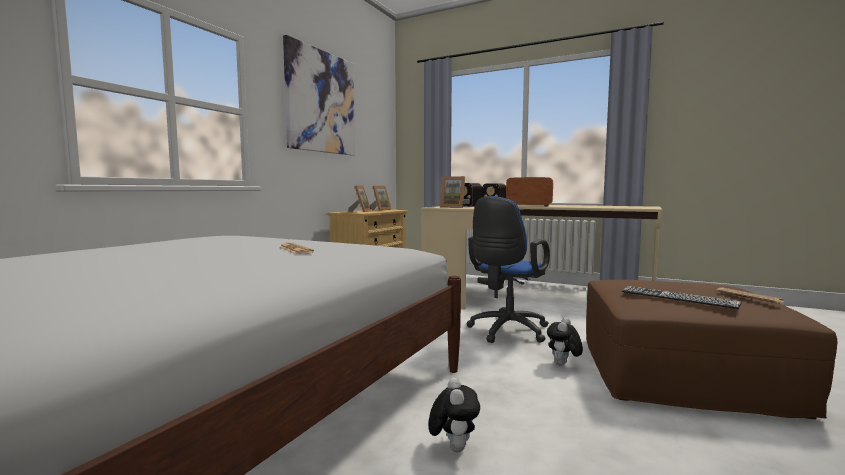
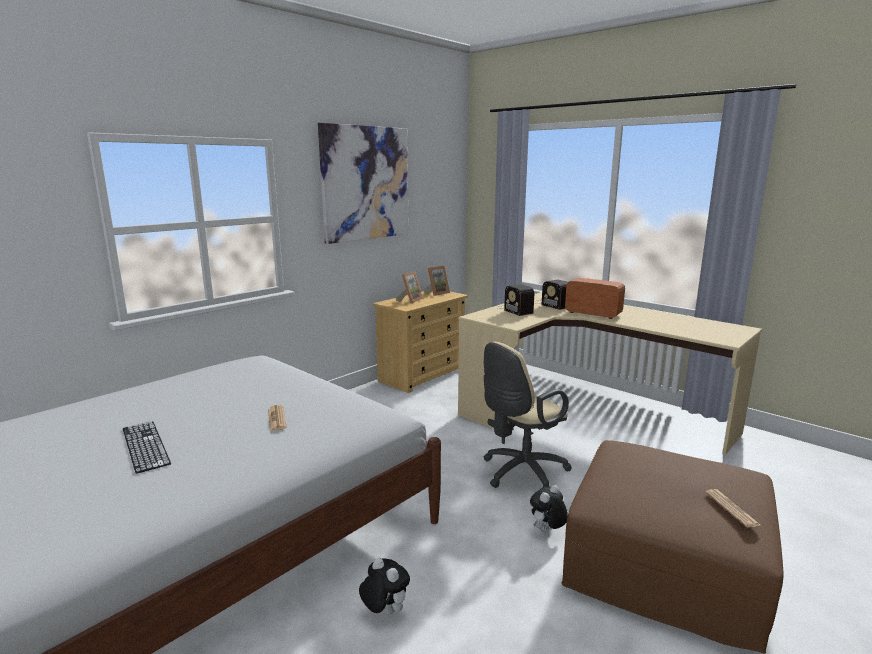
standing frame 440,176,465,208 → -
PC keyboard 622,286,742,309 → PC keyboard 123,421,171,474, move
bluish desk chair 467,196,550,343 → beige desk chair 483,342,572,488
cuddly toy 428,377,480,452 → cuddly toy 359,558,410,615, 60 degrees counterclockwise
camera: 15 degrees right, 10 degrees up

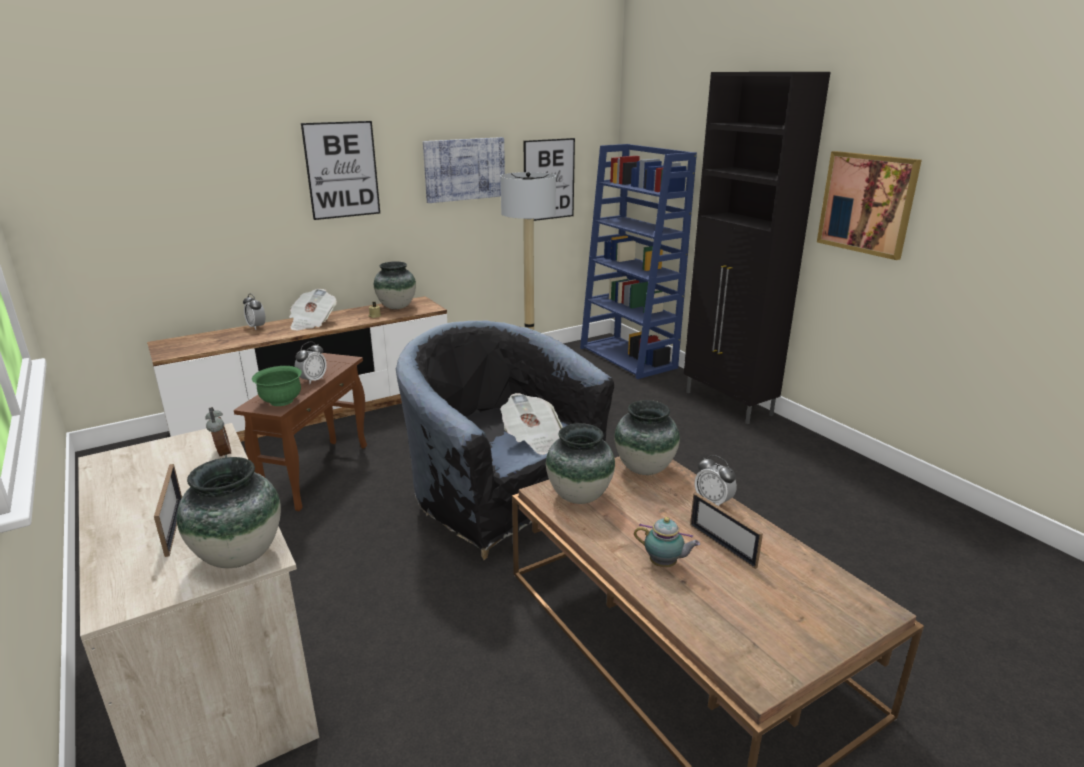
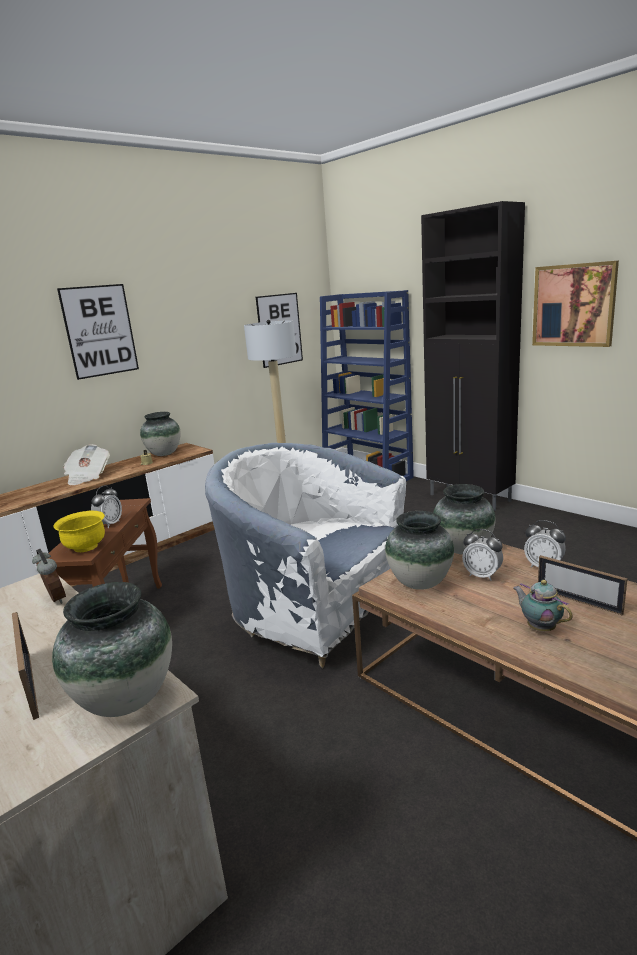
picture 423,137,505,203 → -
newspaper 500,393,563,455 → -
bedside clock 243,294,265,330 → bedside clock 462,529,503,581, move
greenish serving bowl 252,366,302,406 → yellowish serving bowl 53,511,105,552
blackish lounge chair 396,320,614,560 → white-coloured lounge chair 205,443,406,669
teapot 634,517,700,567 → teapot 513,580,573,631, 135 degrees counterclockwise
camera: 10 degrees left, 5 degrees down

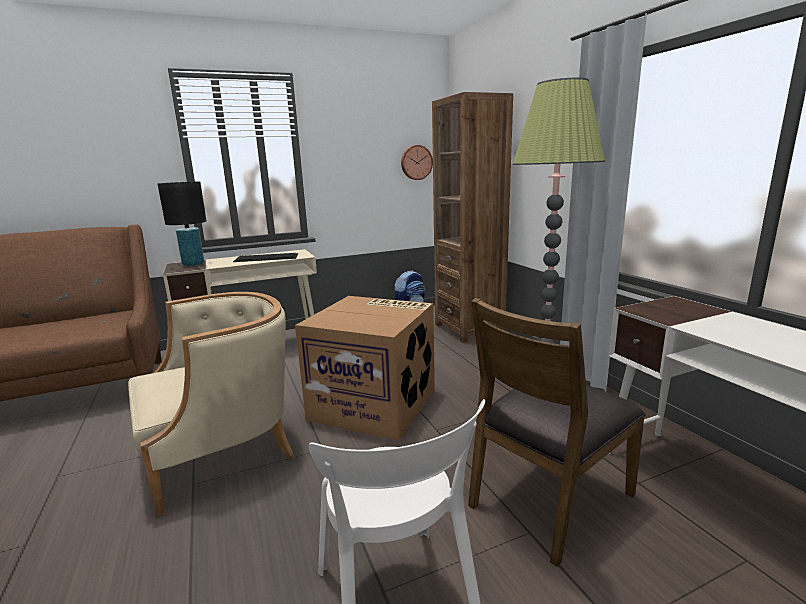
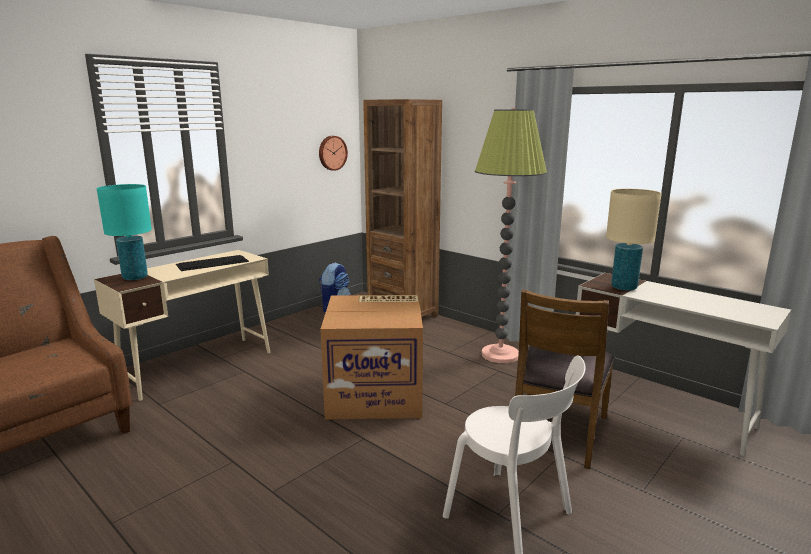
beige lounge chair 128,292,295,517 → -
- → beige tabletop lamp 606,189,662,291
blackish tabletop lamp 158,182,206,266 → turquoise-coloured tabletop lamp 97,184,152,280
camera: 25 degrees left, 0 degrees up

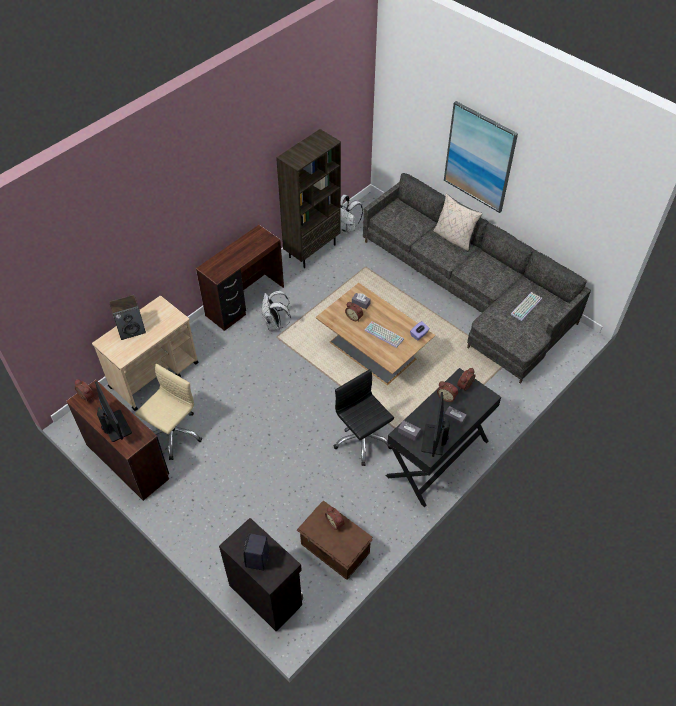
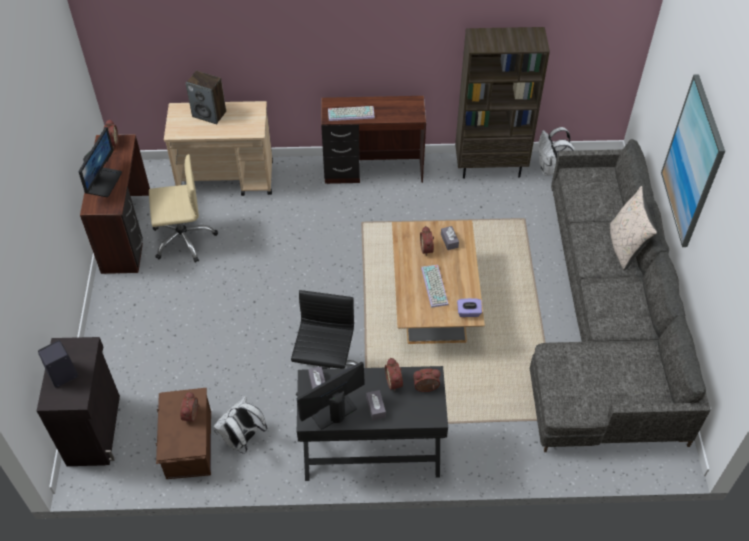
white-coloured backpack 261,291,291,330 → white-coloured backpack 213,396,268,454, move
PC keyboard 510,292,542,321 → PC keyboard 328,106,375,121, move
camera: 45 degrees right, 0 degrees up

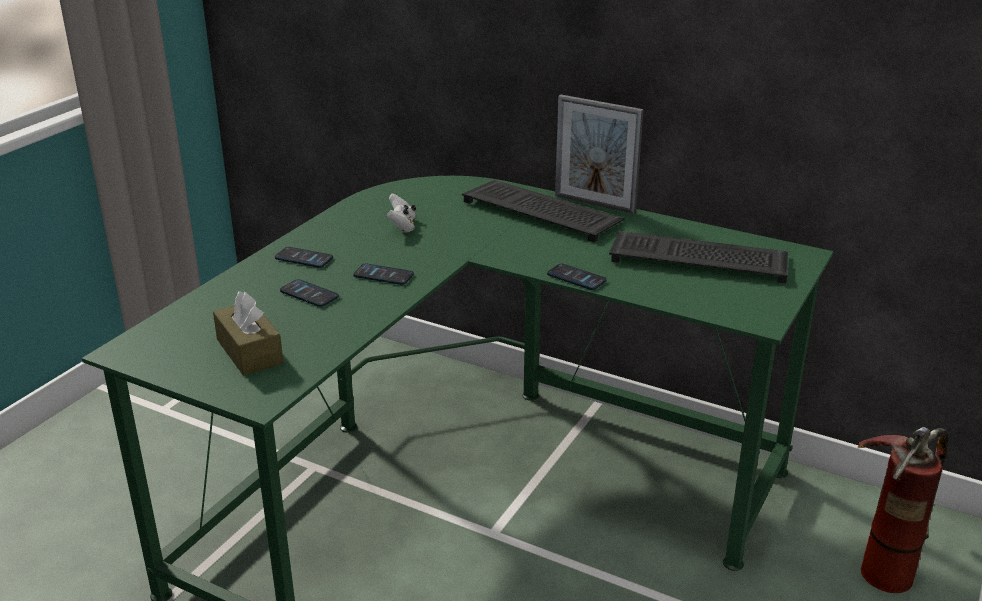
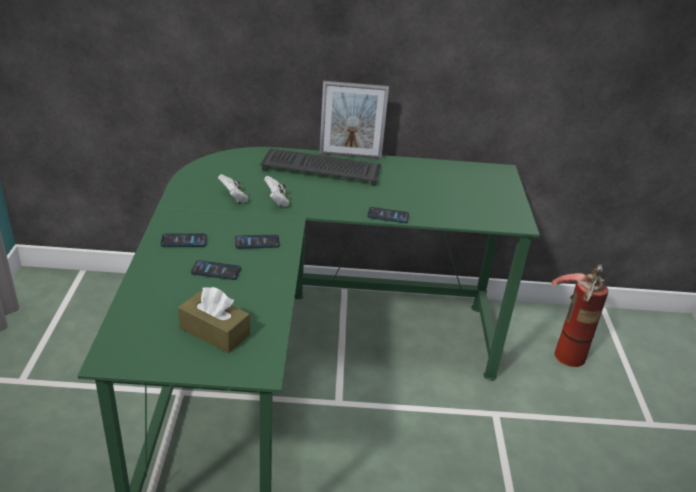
PC keyboard 609,231,788,284 → -
- → white-coloured game controller 264,176,289,207
camera: 30 degrees left, 5 degrees up

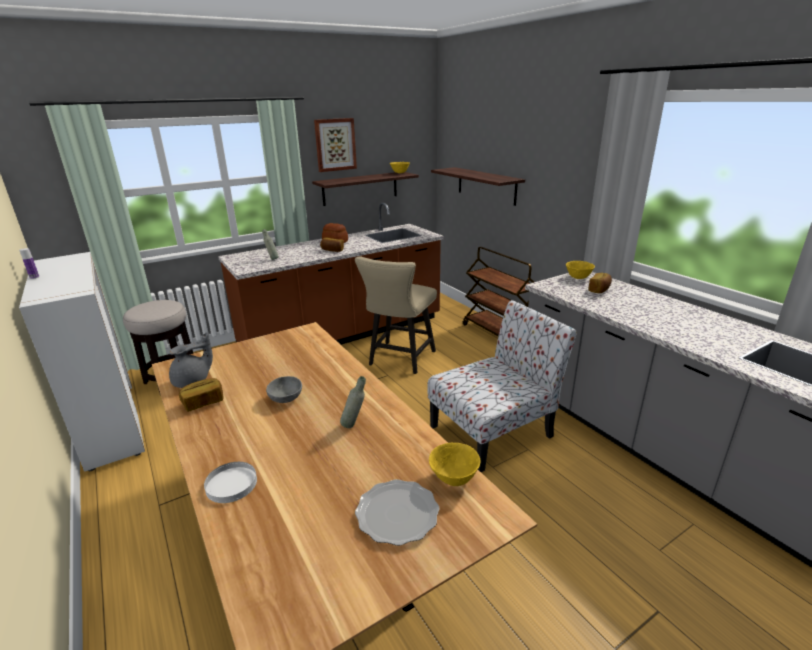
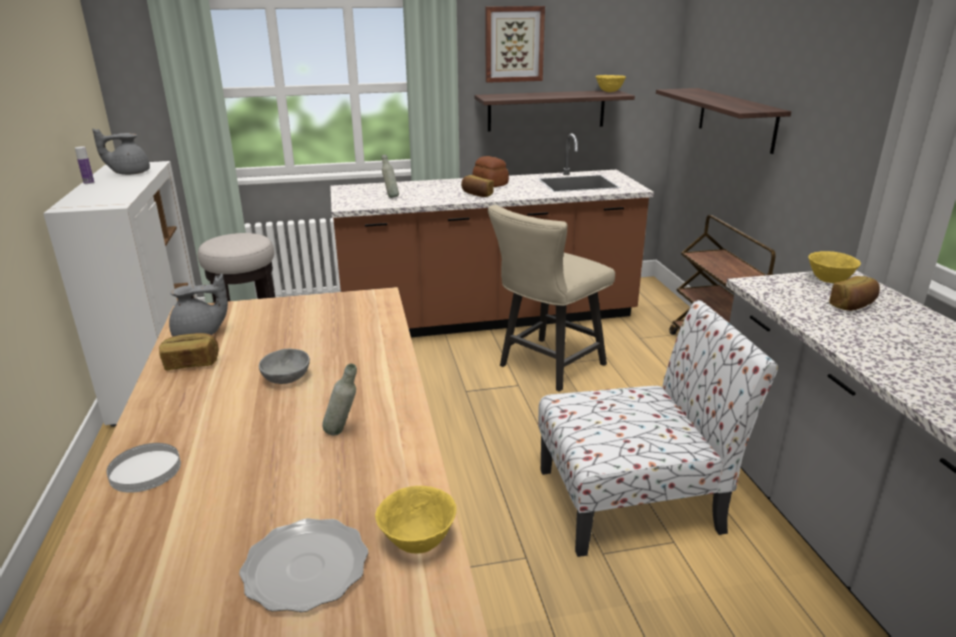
- → greyish teapot 92,128,150,175
camera: 20 degrees right, 0 degrees up

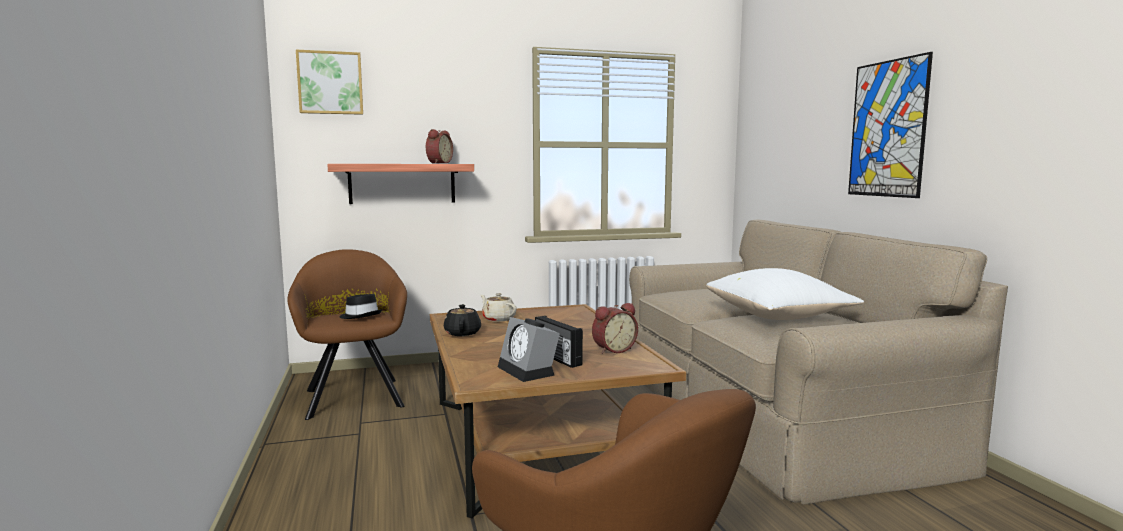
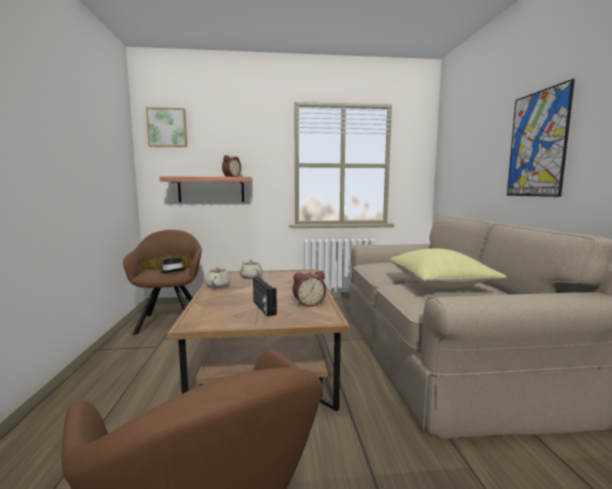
bedside clock 498,317,560,382 → -
blackish teapot 444,304,481,336 → beige teapot 205,266,231,288
white-coloured pillow 706,268,864,320 → yellowish pillow 390,249,507,288
camera: 10 degrees right, 0 degrees up

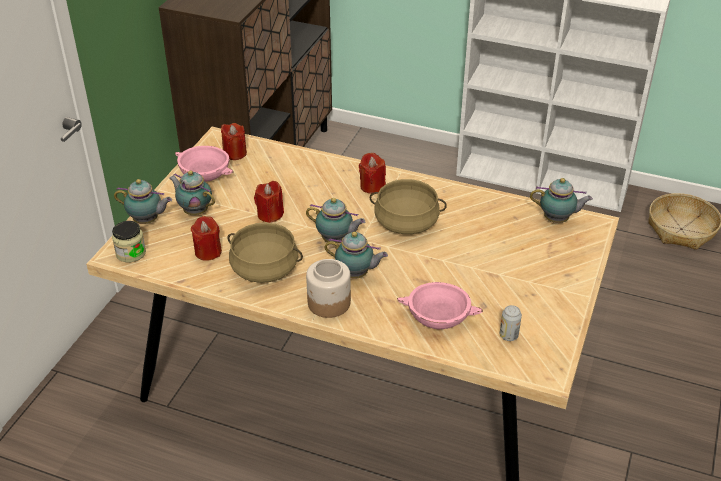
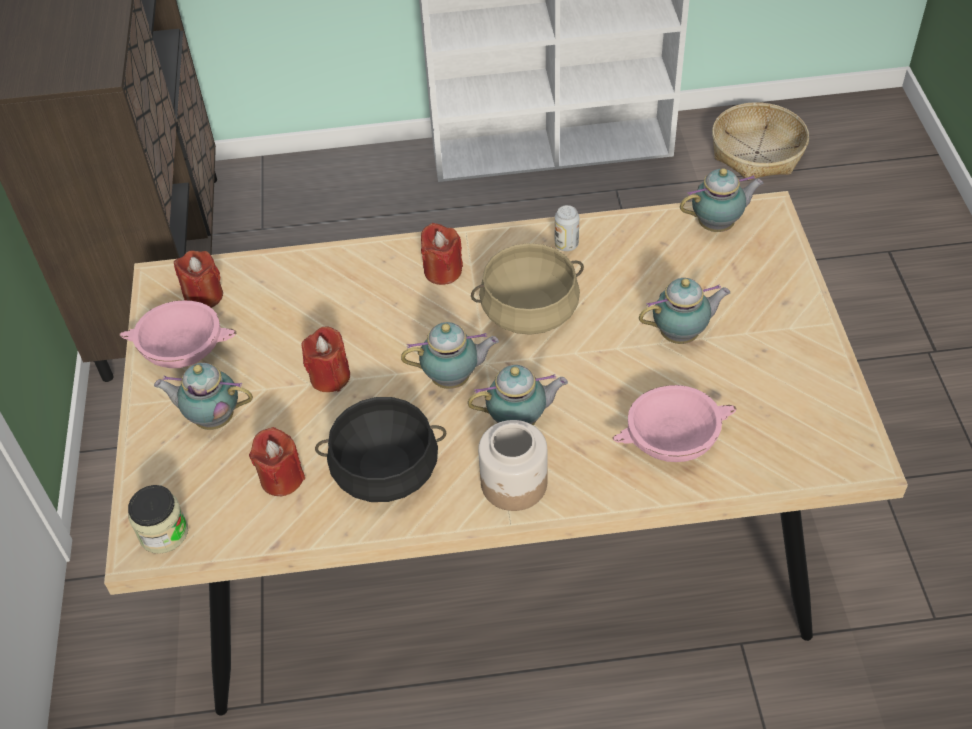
teapot 114,179,172,224 → teapot 639,278,730,344, move
can 500,305,522,341 → can 555,205,579,251, move
beige cooking pot 227,222,303,283 → blackish cooking pot 315,397,447,502
camera: 25 degrees left, 10 degrees up

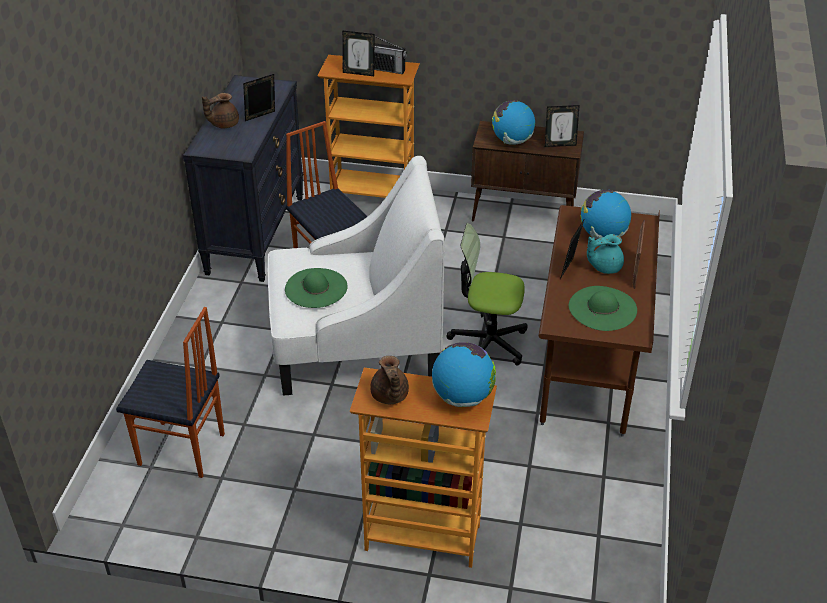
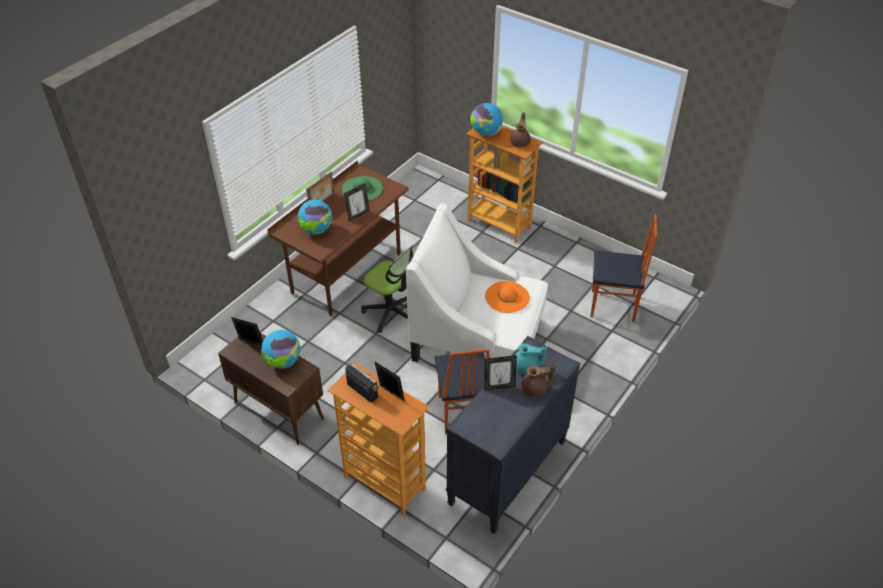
turquoise-coloured teapot 587,234,624,274 → turquoise-coloured teapot 515,343,547,375, move
greenish wearable hat 285,268,348,308 → orangey wearable hat 485,281,530,313
plain chair 116,307,225,478 → plain chair 590,214,657,322, 150 degrees clockwise
camera: 155 degrees left, 5 degrees up

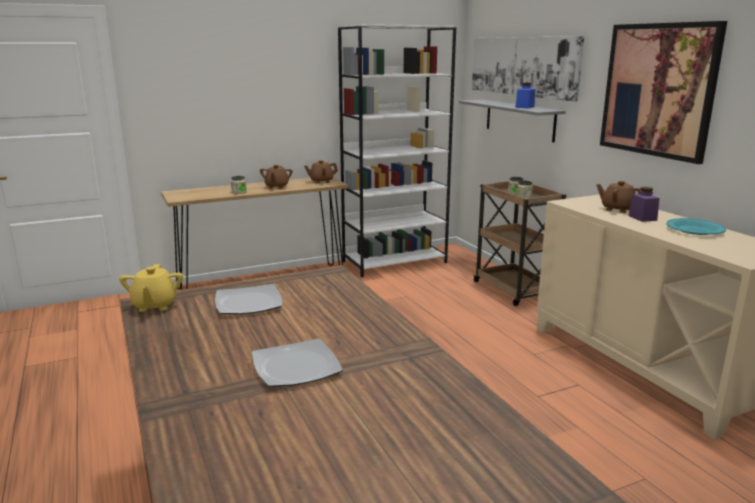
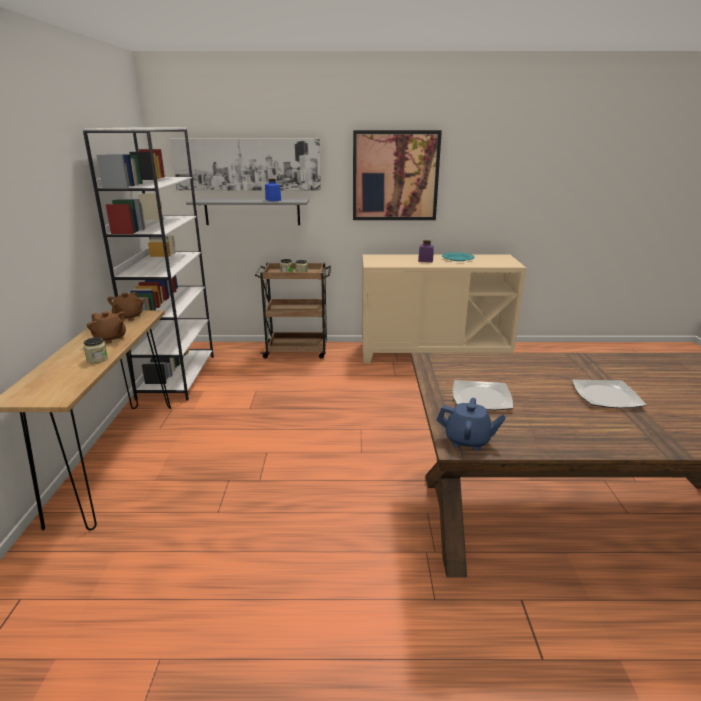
brownish teapot 597,181,641,213 → -
yellowish teapot 119,264,183,312 → bluish teapot 437,398,506,450
camera: 65 degrees left, 5 degrees up

